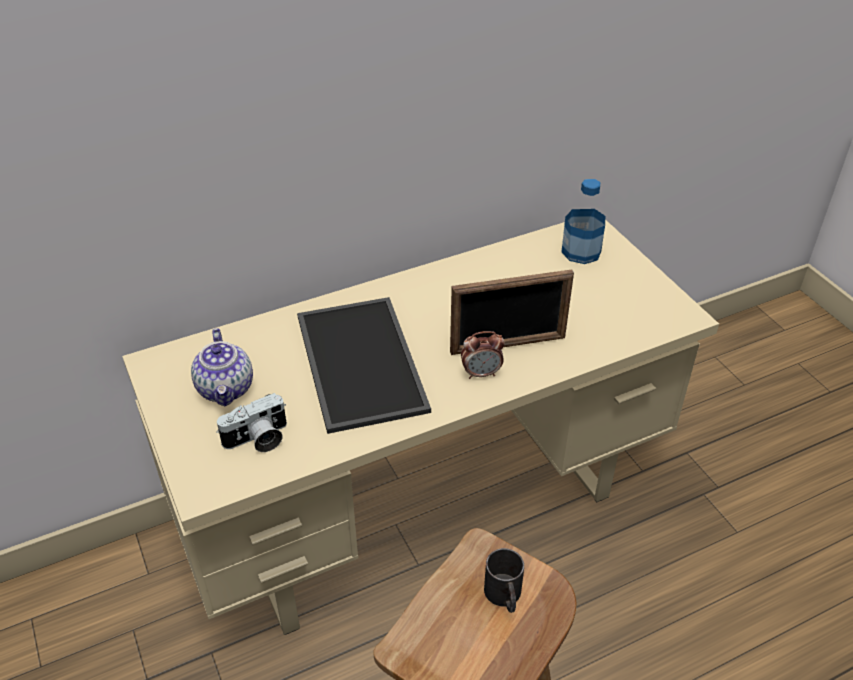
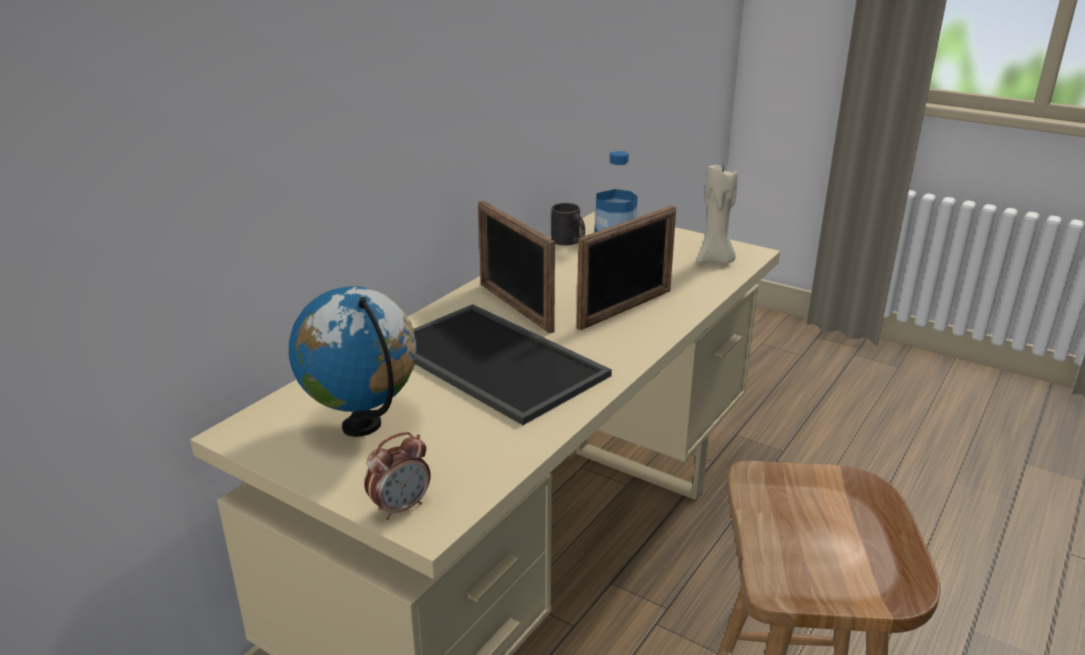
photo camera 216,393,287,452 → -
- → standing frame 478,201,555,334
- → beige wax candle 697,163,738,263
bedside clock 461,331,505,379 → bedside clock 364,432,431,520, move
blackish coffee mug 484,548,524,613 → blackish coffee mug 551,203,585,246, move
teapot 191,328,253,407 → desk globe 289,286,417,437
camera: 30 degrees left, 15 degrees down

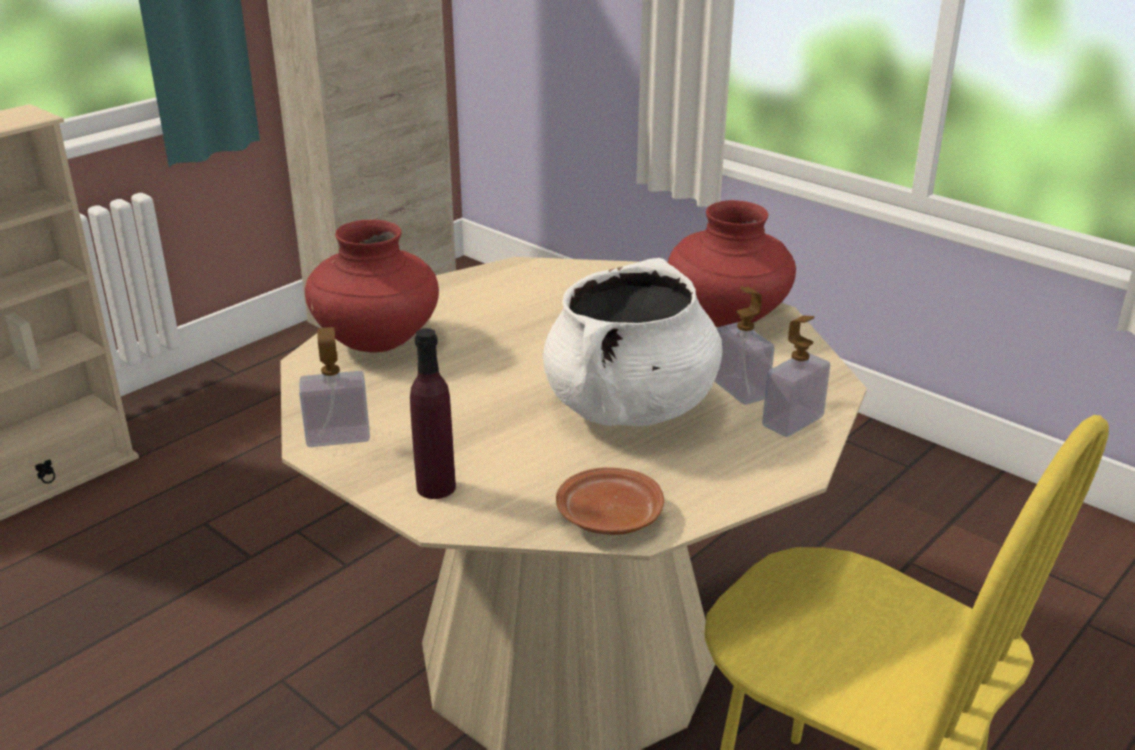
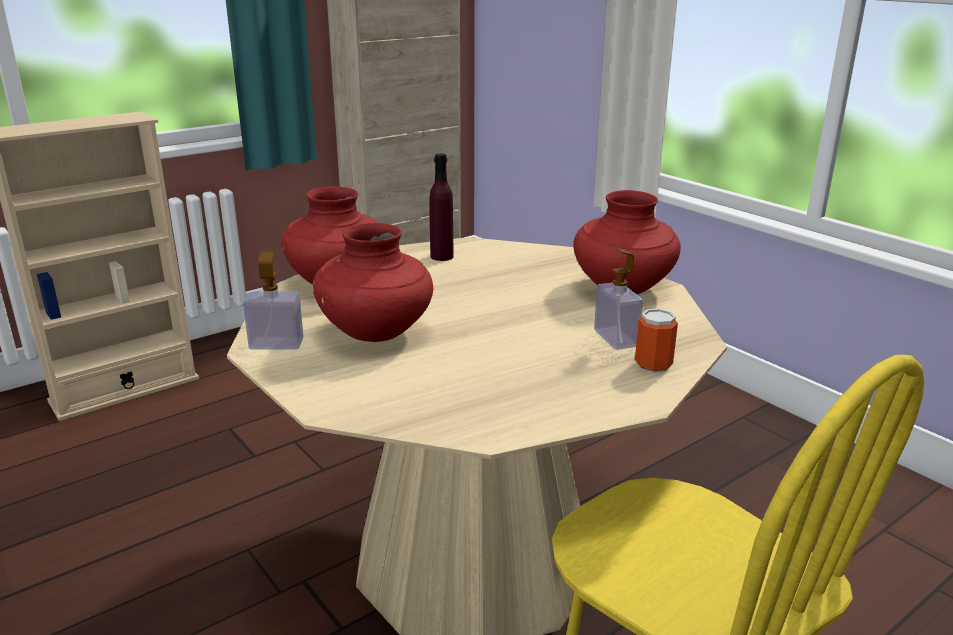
white-coloured cooking pot 543,258,723,426 → -
brownish dinner plate 556,467,664,535 → -
- → red-coloured flower vase 313,223,434,342
purple beverage bottle 410,328,456,499 → purple beverage bottle 429,154,454,261, move
soap dispenser 762,316,830,437 → can 635,309,678,373
camera: 10 degrees right, 5 degrees down

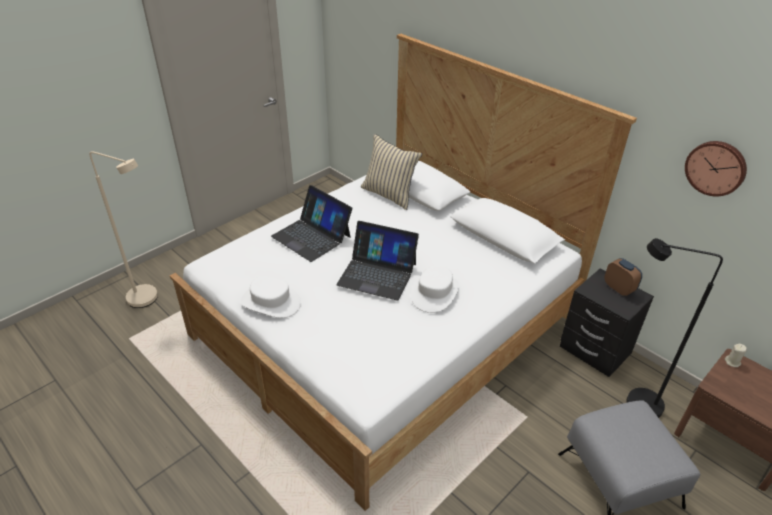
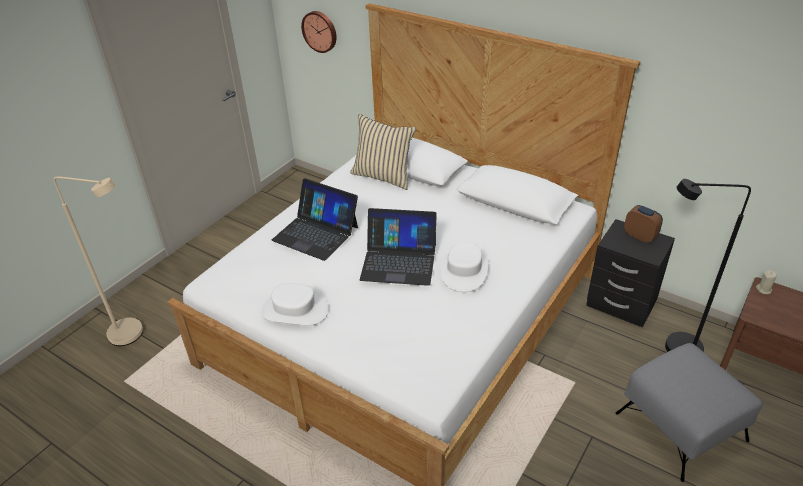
hanging clock 685,141,747,196 → hanging clock 301,11,337,53, move
camera: 10 degrees left, 0 degrees up

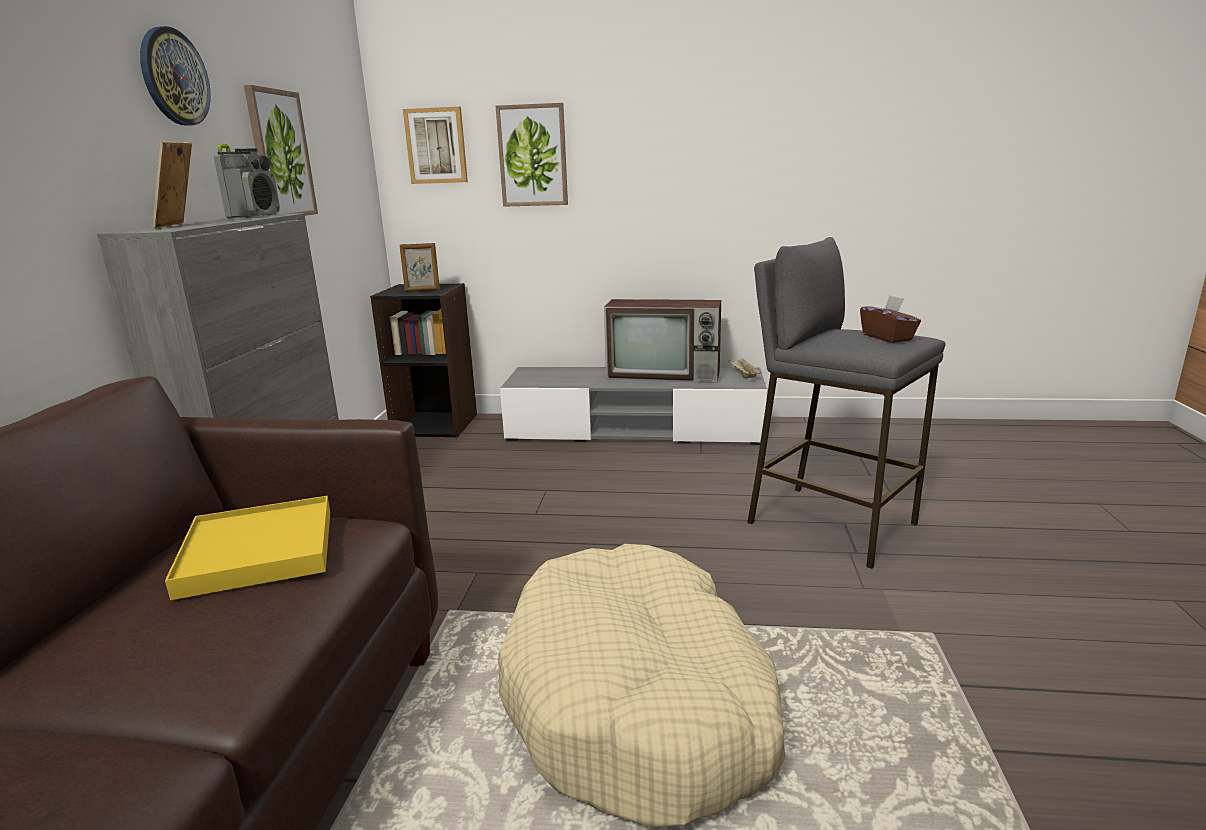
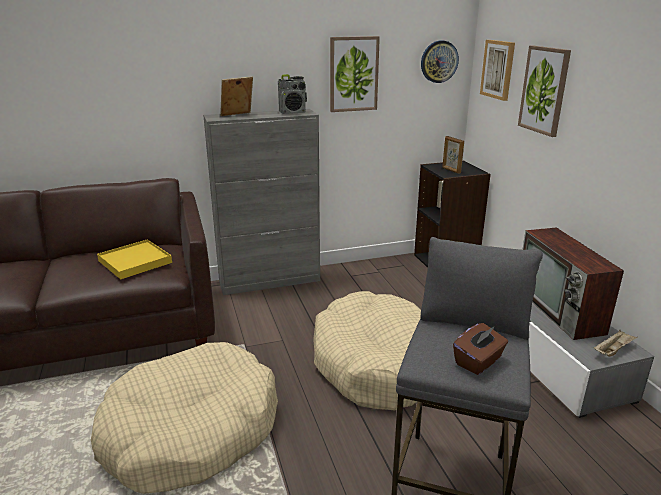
- → beige dog bed 313,291,421,411
hanging clock 140,26,211,126 → hanging clock 421,40,459,83, move
camera: 65 degrees right, 5 degrees up

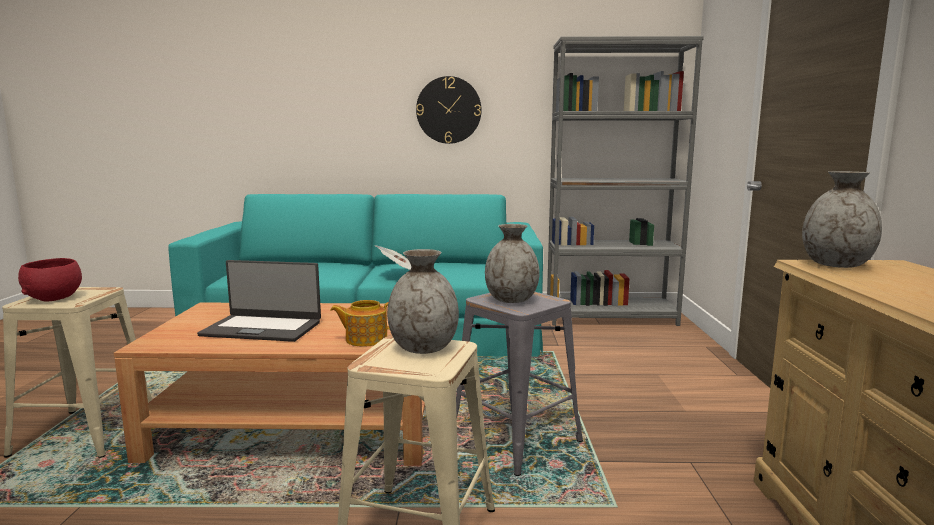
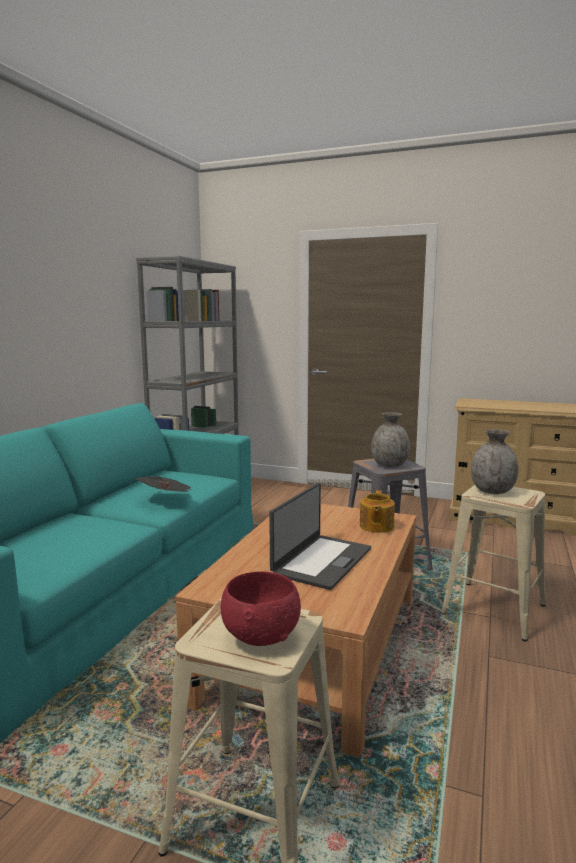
hanging clock 416,76,482,144 → -
greyish flower vase 802,171,882,268 → -
camera: 70 degrees left, 0 degrees up

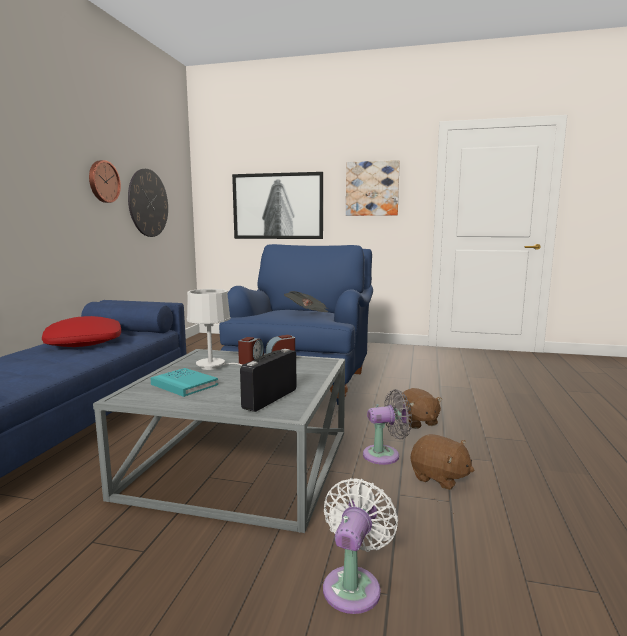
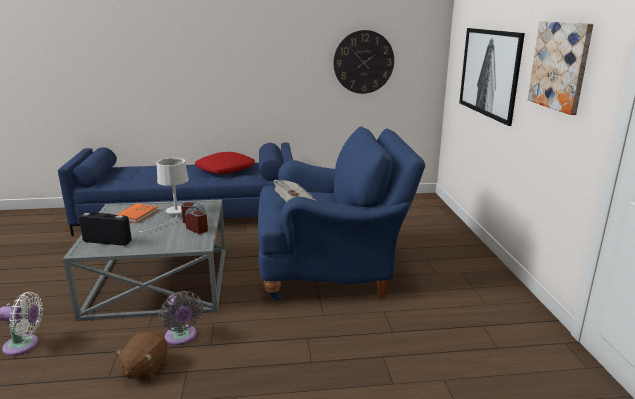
hanging clock 89,160,121,203 → -
brownish cuddly toy 402,388,442,429 → -
turquoise-coloured book 151,368,218,397 → orangey book 116,203,158,223
camera: 70 degrees right, 10 degrees up

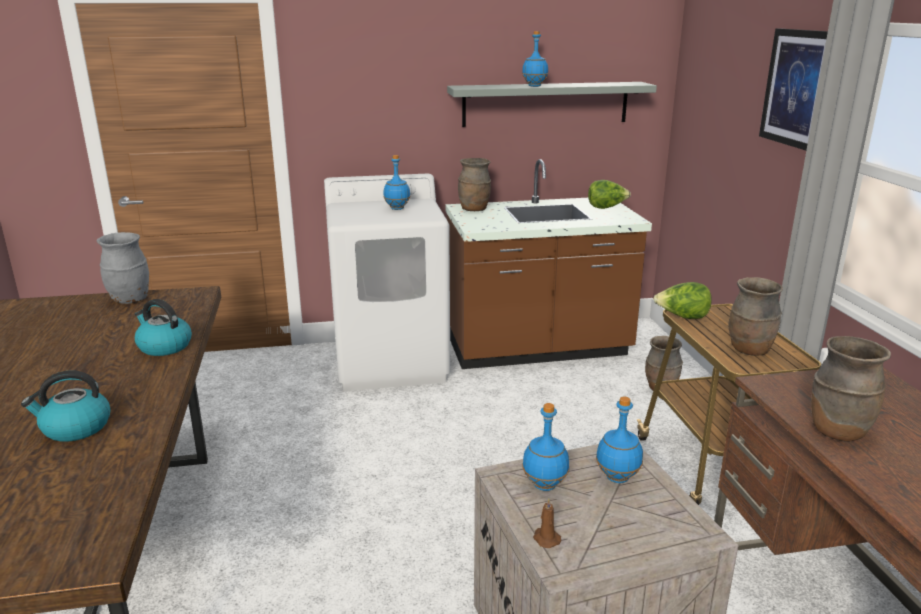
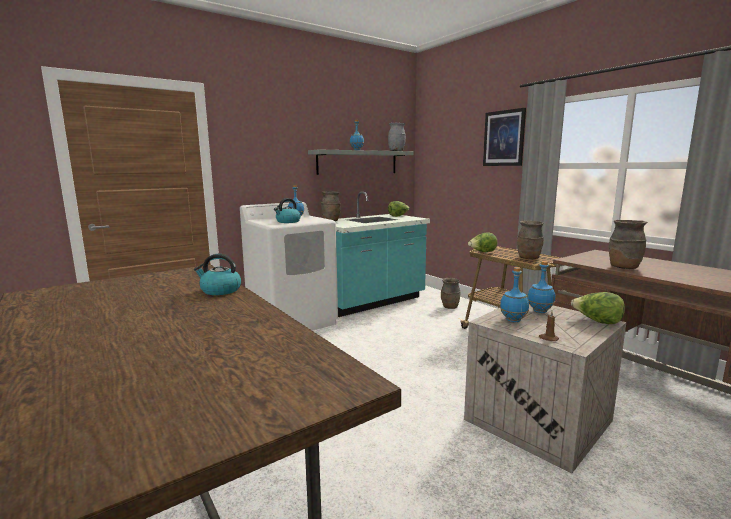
- → lettuce head 571,292,625,324
kettle 21,370,111,442 → kettle 274,198,301,223, move
greyish flower vase 97,232,149,304 → greyish flower vase 388,123,406,151, move
brownish kitchen base unit 445,159,652,369 → turquoise-coloured kitchen base unit 335,191,430,317
camera: 25 degrees left, 10 degrees down

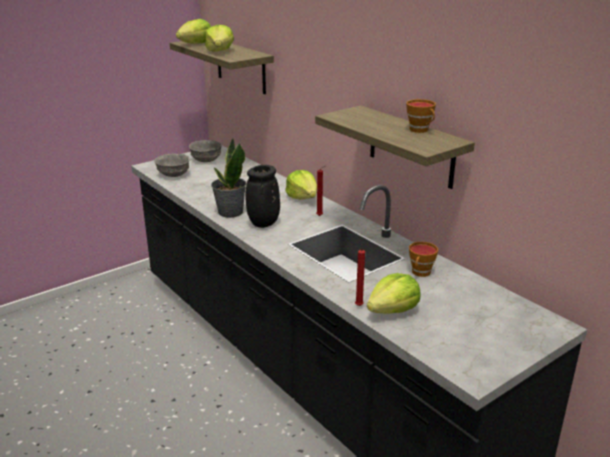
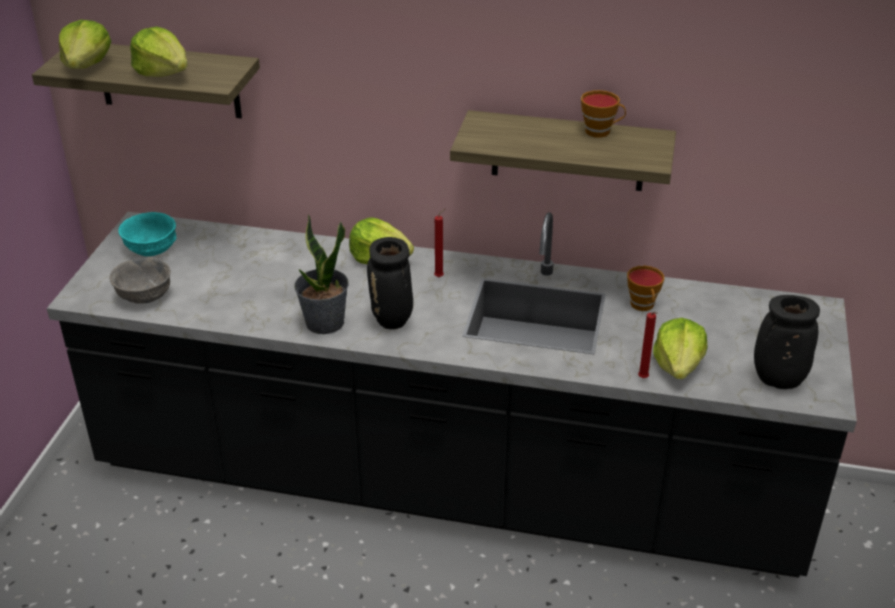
- → blackish flower vase 754,295,820,389
greyish serving bowl 189,140,222,162 → turquoise-coloured serving bowl 118,212,176,256
camera: 40 degrees left, 10 degrees up

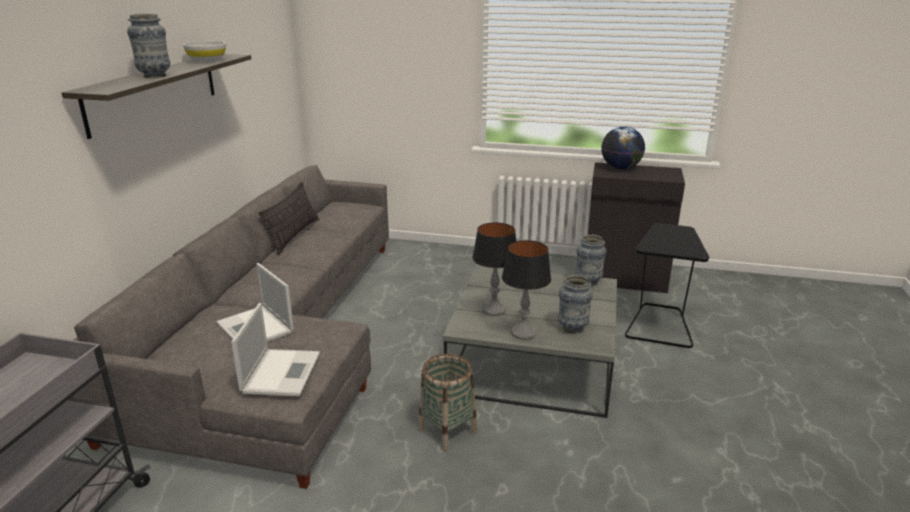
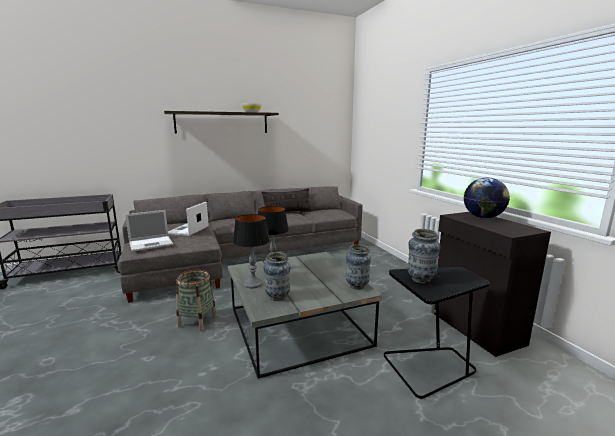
flower vase 127,14,170,78 → flower vase 407,229,441,283, move
camera: 55 degrees right, 10 degrees down

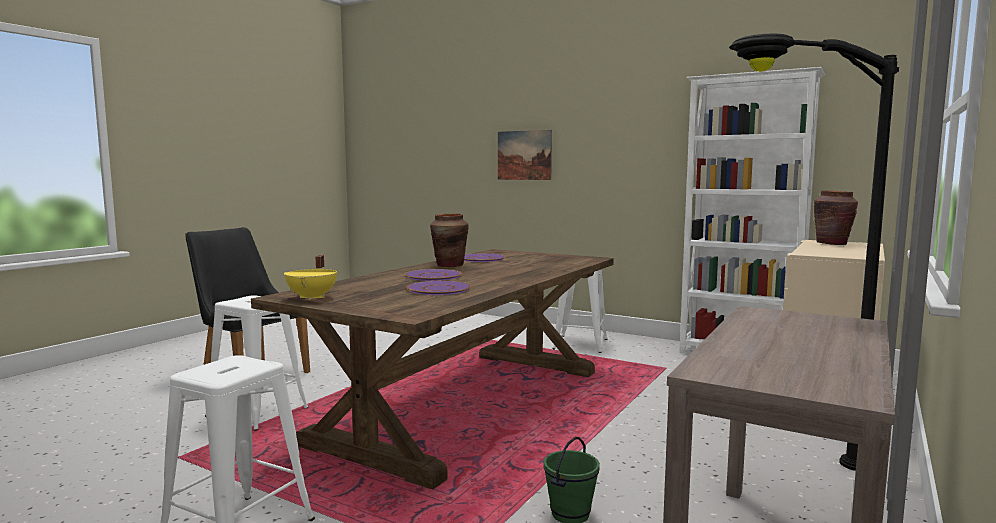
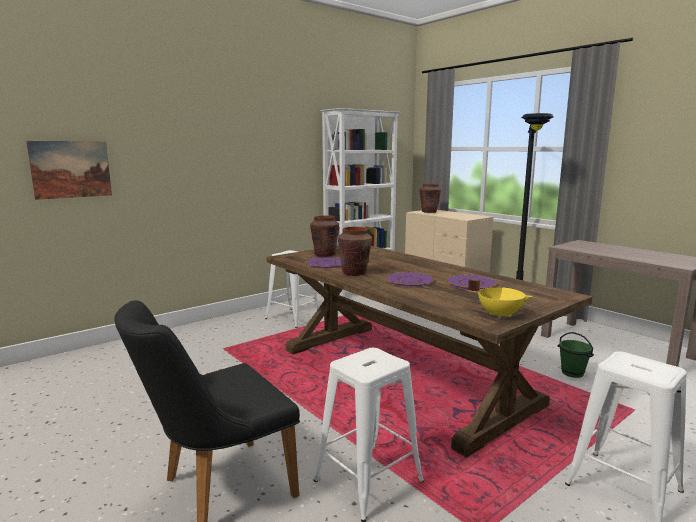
- → brownish flower vase 310,216,340,257
picture 498,130,552,180 → picture 26,141,112,200, move
camera: 70 degrees left, 5 degrees up

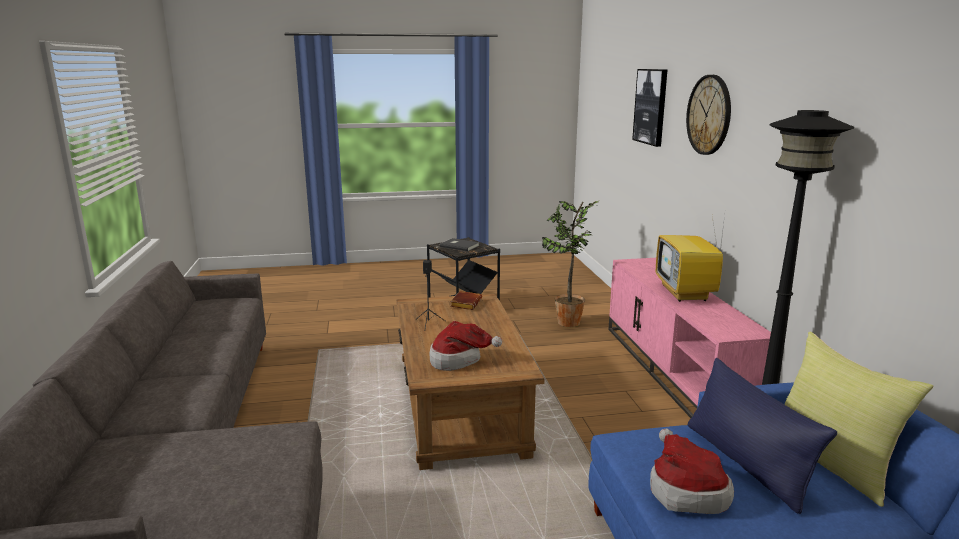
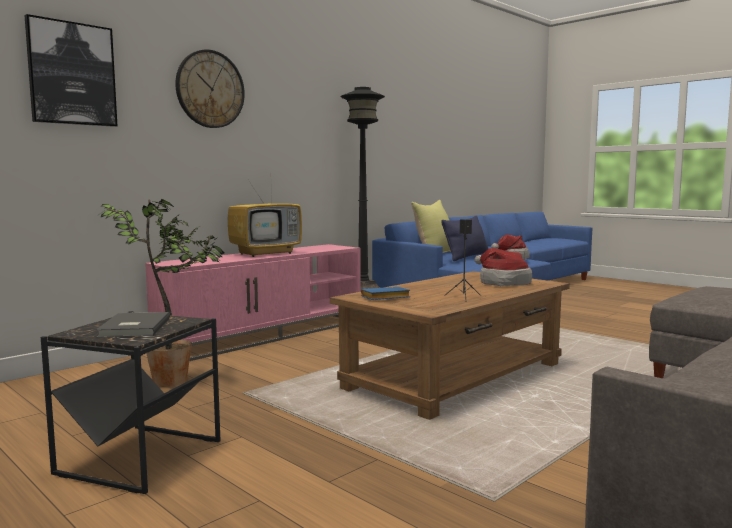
brownish book 450,291,482,310 → bluish book 361,287,410,300
camera: 125 degrees left, 10 degrees down

